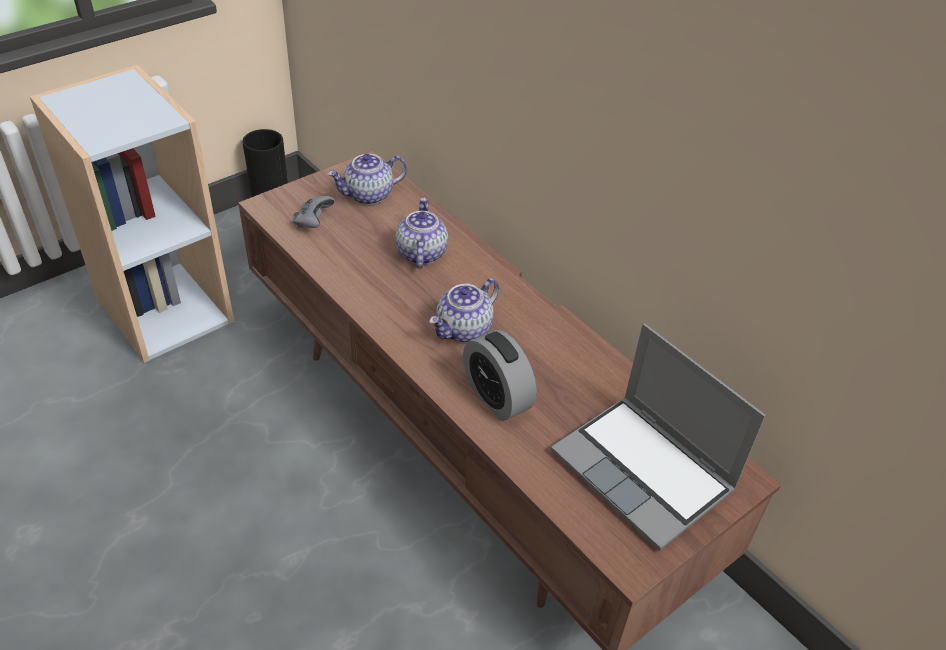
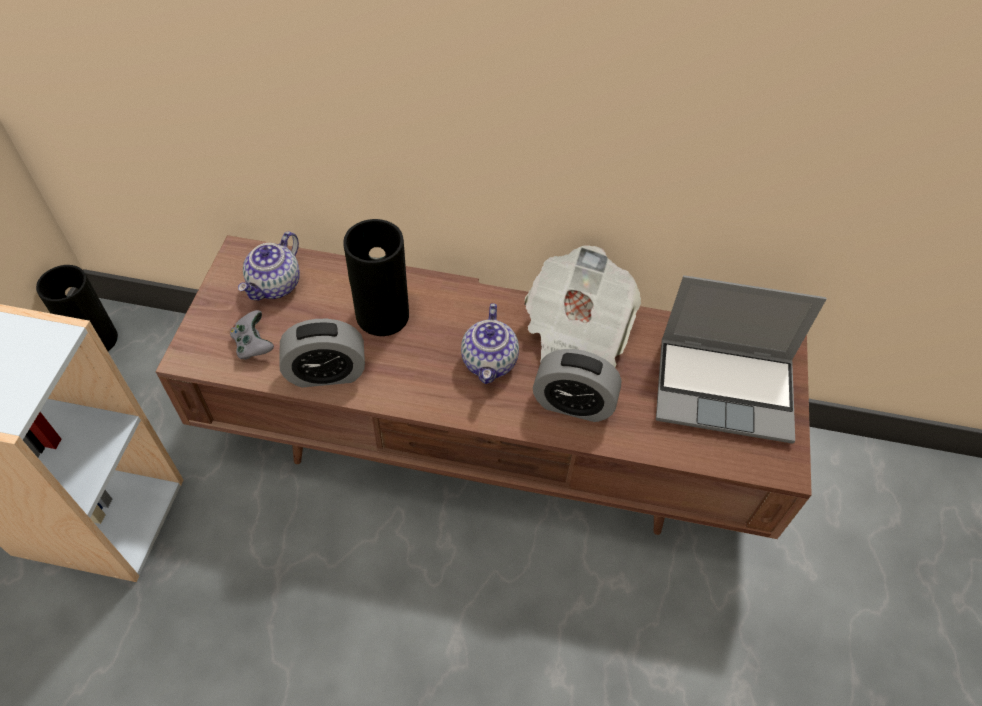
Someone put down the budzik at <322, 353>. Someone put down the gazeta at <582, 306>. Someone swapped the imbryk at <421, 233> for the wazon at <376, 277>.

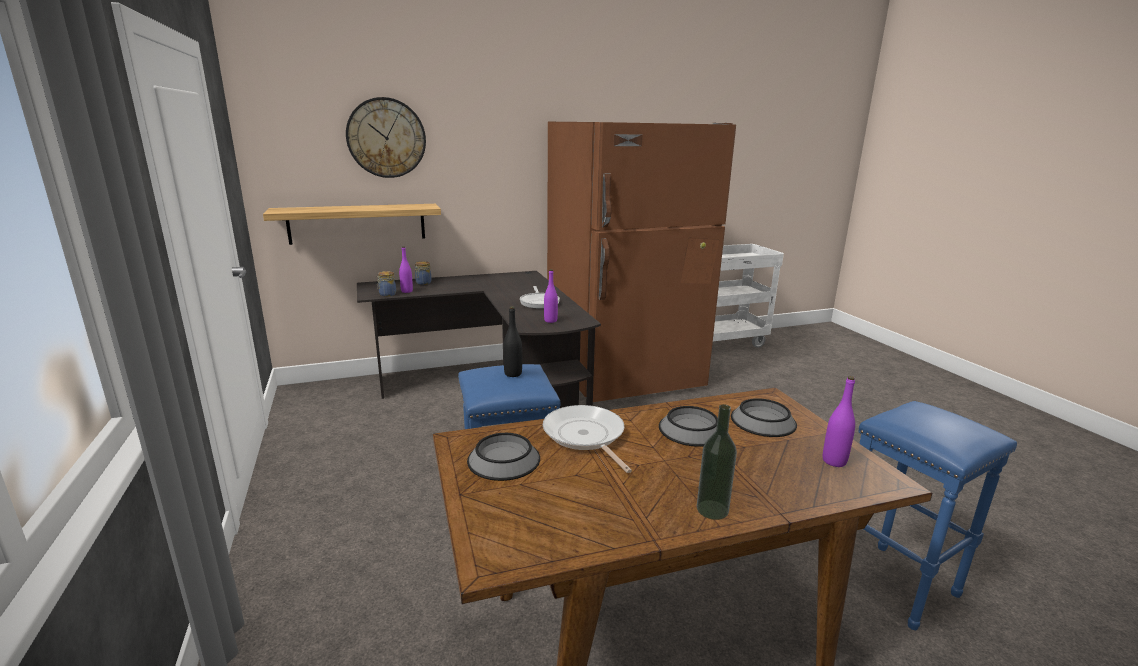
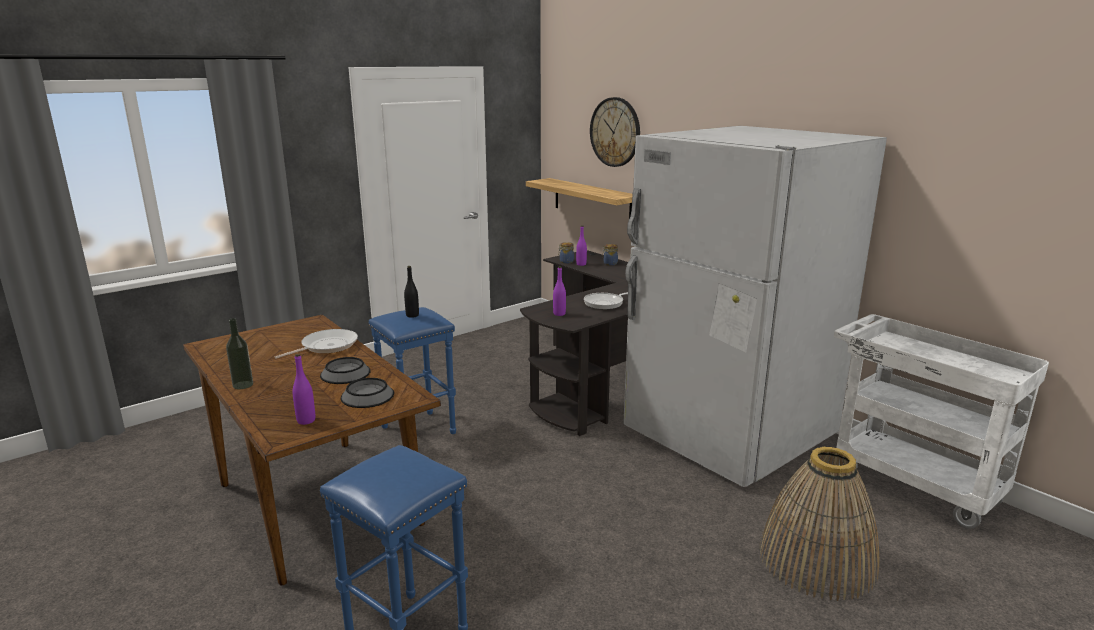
Someone took away the miska at <503, 457>. Someone put down the koszyk at <819, 524>. Someone repainted the lodówka [brązowy] at <641, 262>, which became the lodówka [biały] at <755, 306>.

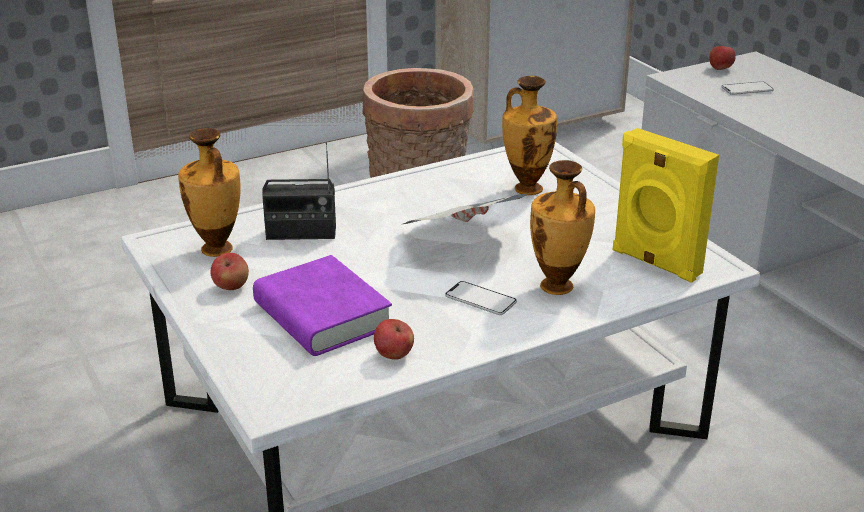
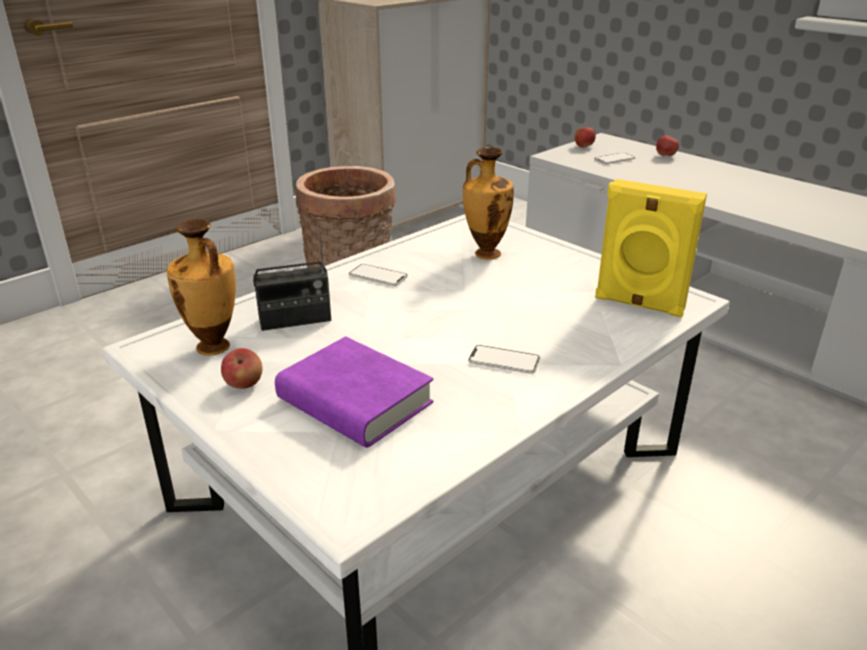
Someone took away the gazeta at <465, 209>. Someone took away the wazon at <562, 227>. Someone put down the telefon at <378, 275>. Someone carried the jabłko from <394, 339> to <667, 145>.

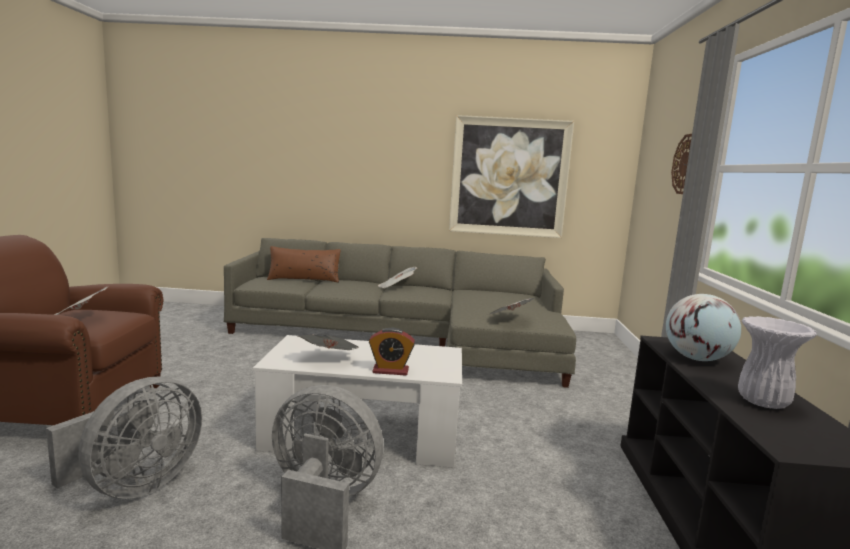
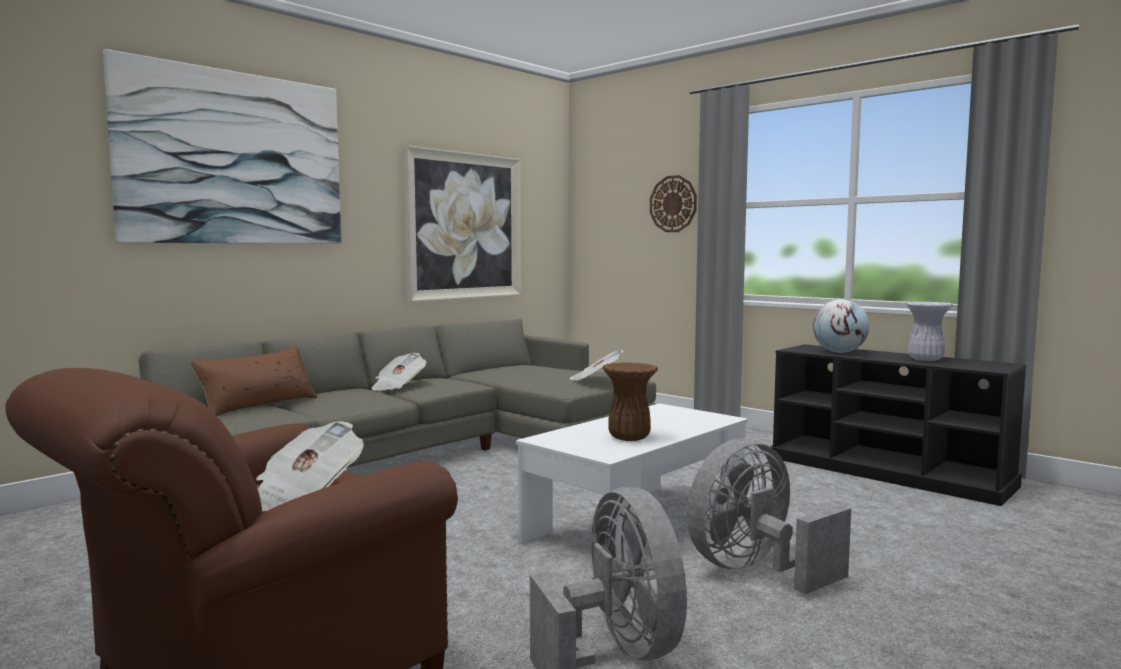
Someone took away the budzik at <392, 351>. Someone put up the obraz at <222, 146>. Someone swapped the gazeta at <328, 342> for the wazon [brązowy] at <630, 401>.

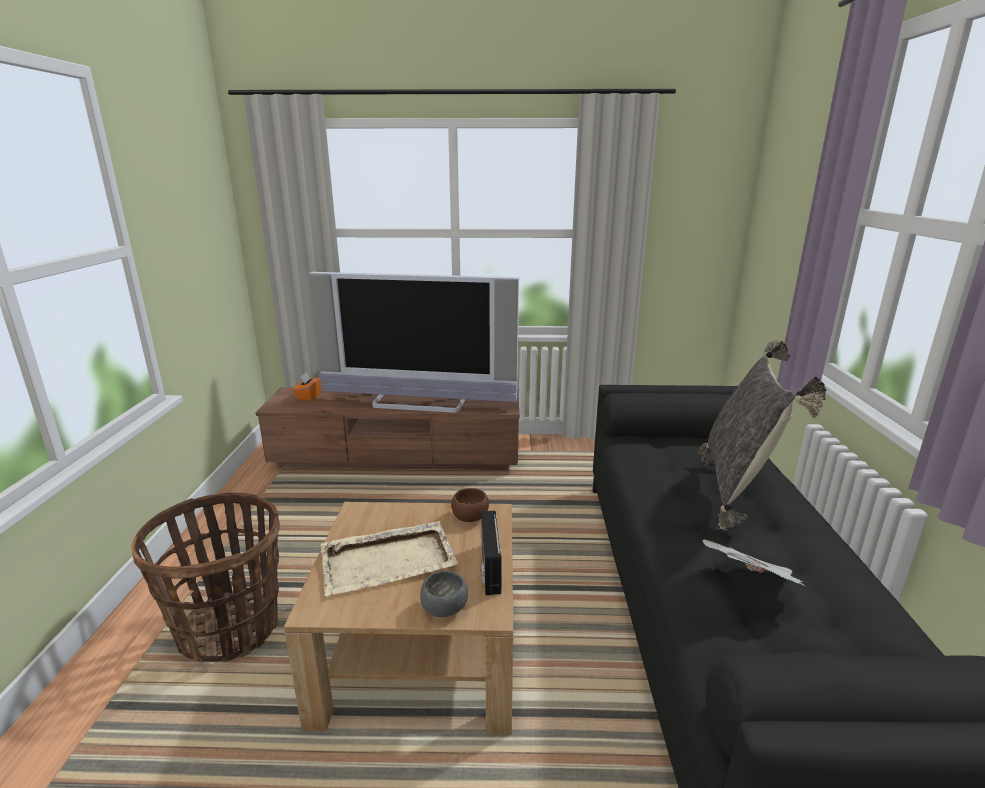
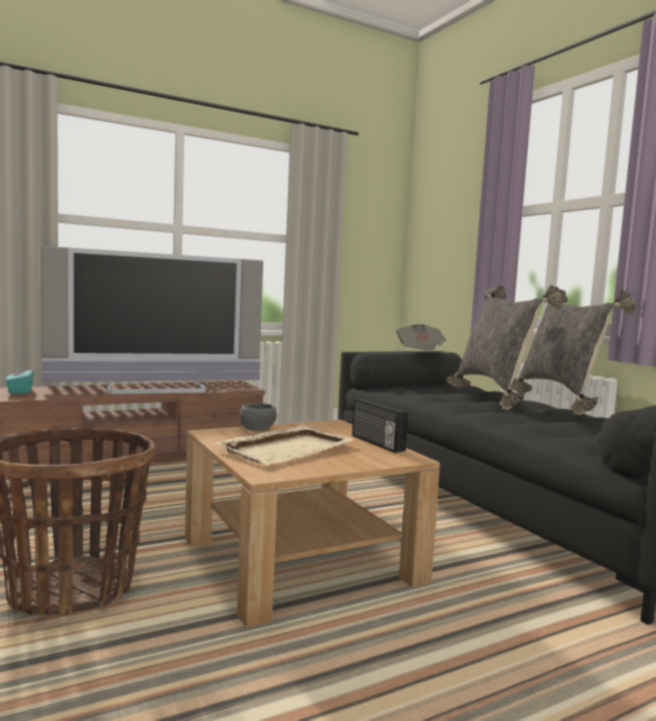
Someone took away the miska [brązowy] at <470, 505>. Someone put down the poduszka at <573, 352>. Someone carried the miska [szary] from <444, 594> to <258, 417>. Someone carried the gazeta from <754, 562> to <420, 337>. Someone repainted the pudełko chusteczek [pomarańczowy] at <307, 386>, which became the pudełko chusteczek [turkusowy] at <20, 379>.

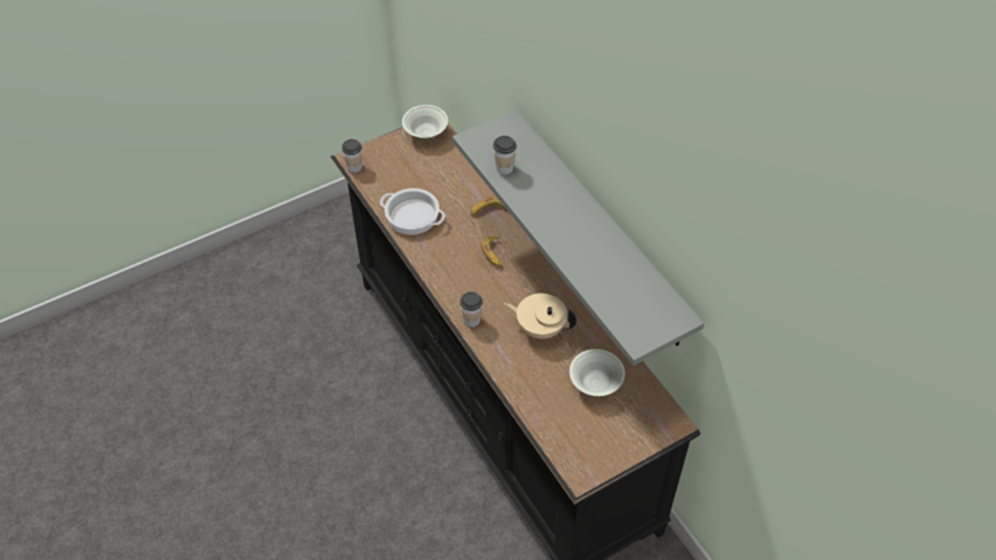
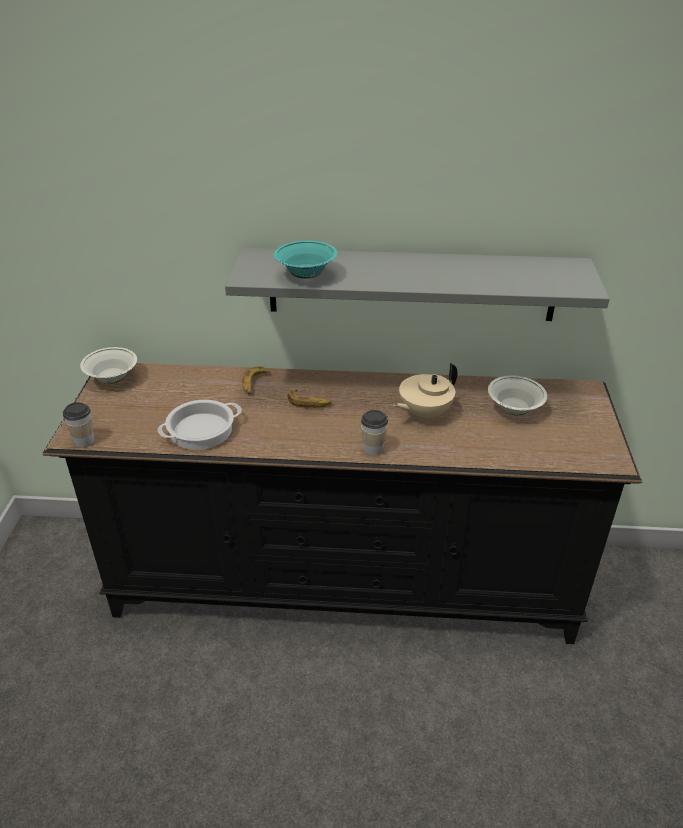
Someone swapped the filiżanka at <505, 155> for the miska [turkusowy] at <305, 260>.

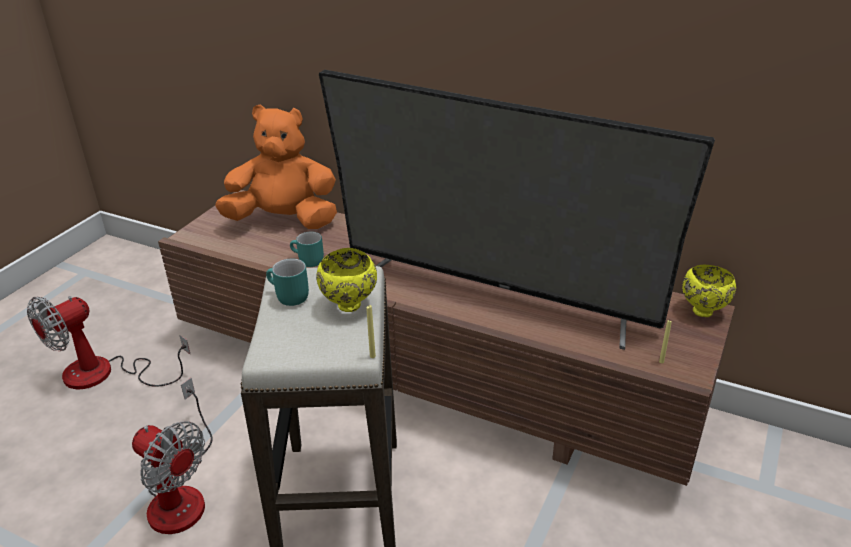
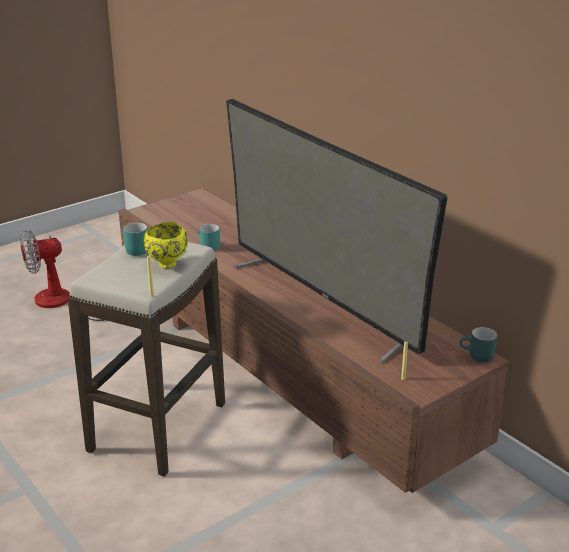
Someone took away the wentylator at <172, 456>. Someone took away the pluszak [pomarańczowy] at <276, 166>. Someone swapped the miska [żółty] at <709, 291> for the kubek [turkusowy] at <478, 345>.

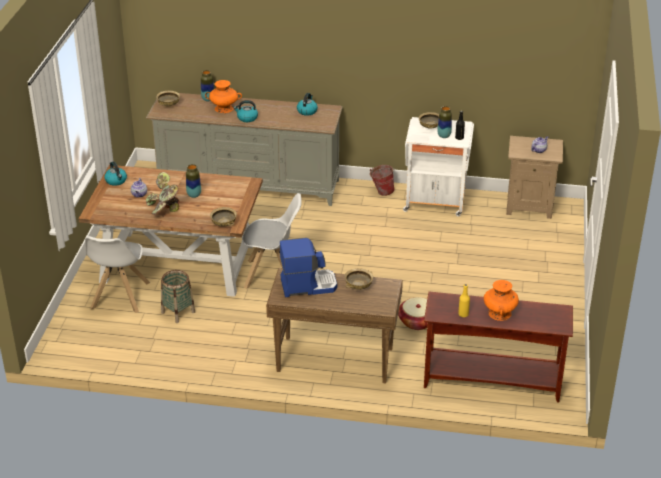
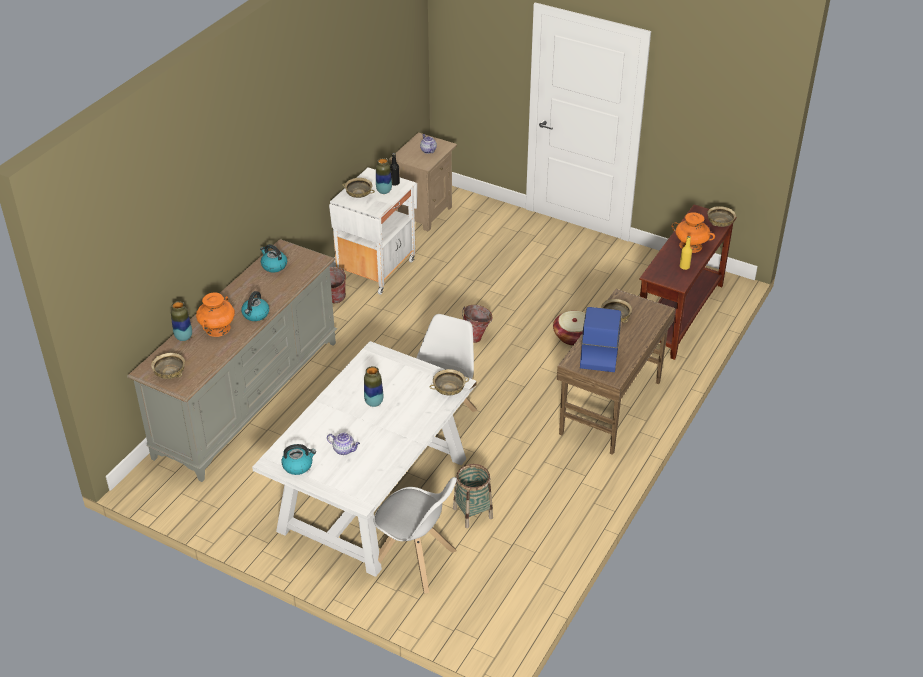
Someone took away the roślina doniczkowa at <163, 193>. Someone put down the wiadro at <477, 324>. Someone put down the miska [beżowy] at <721, 216>. Someone repainted the stół jadalny [brązowy] at <171, 231>, which became the stół jadalny [biały] at <364, 459>.

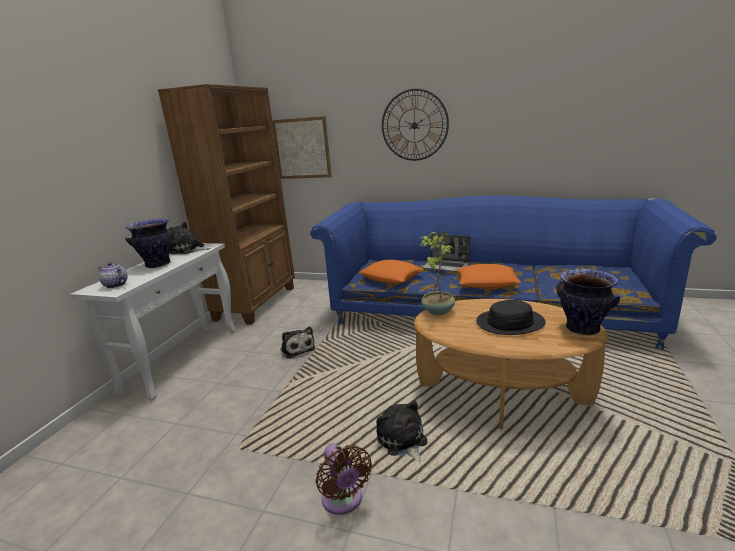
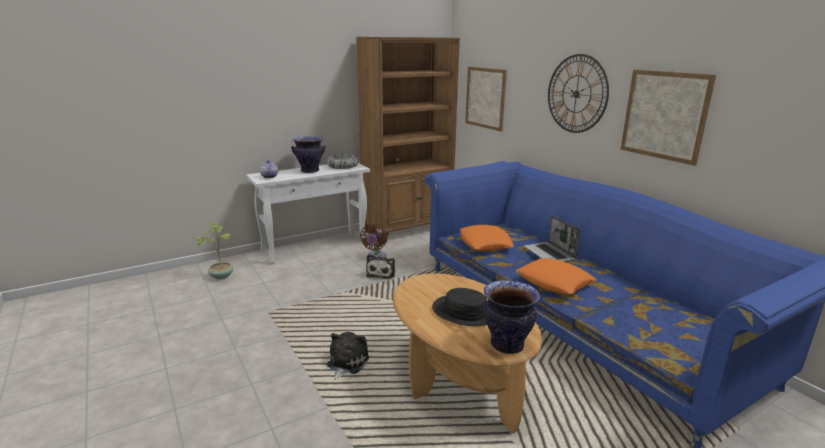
Someone put up the obraz at <668, 117>. Someone carried the wentylator [brązowy] from <344, 479> to <373, 241>. Someone carried the roślina doniczkowa from <437, 273> to <213, 250>. Someone swapped the pluszak at <190, 238> for the miska at <343, 161>.

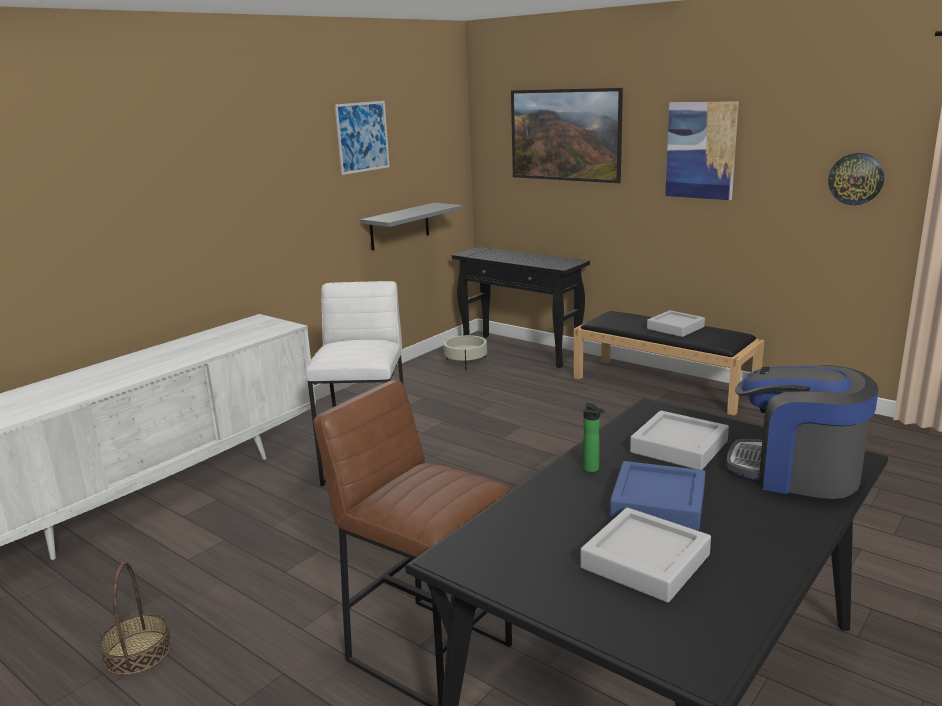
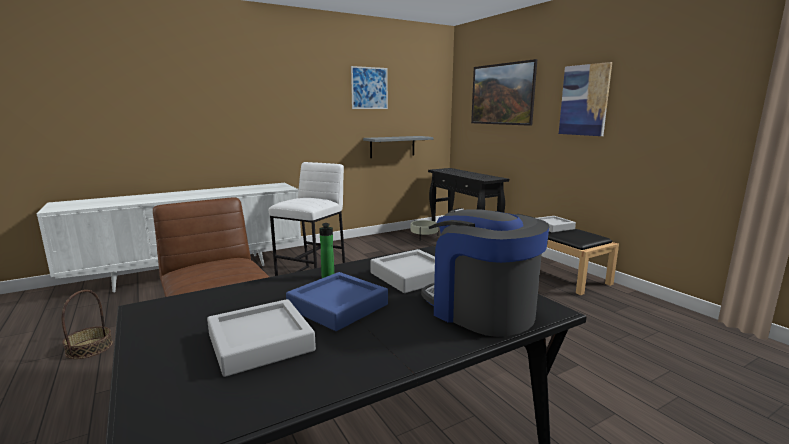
Someone took away the zegar ścienny at <856, 179>.

